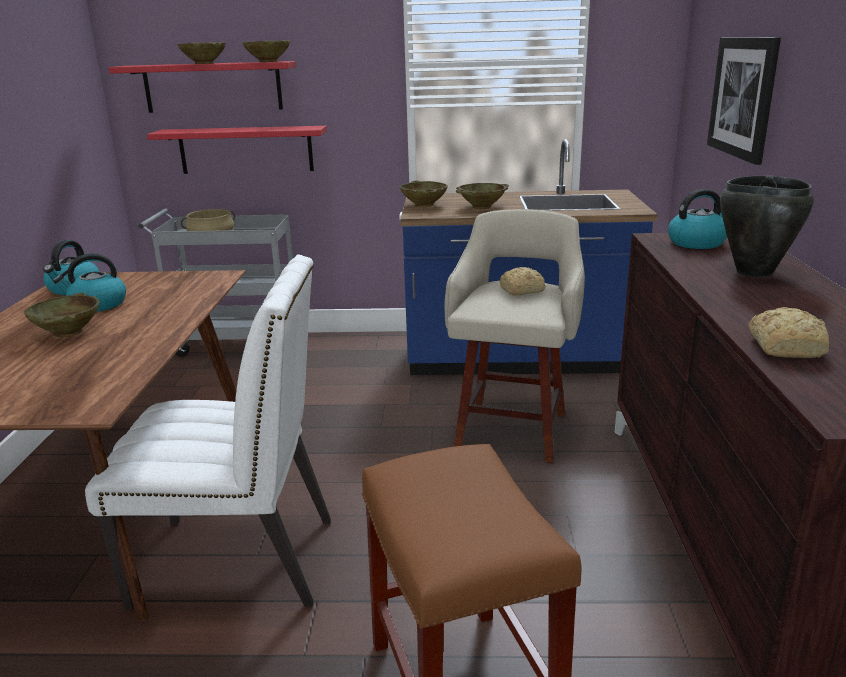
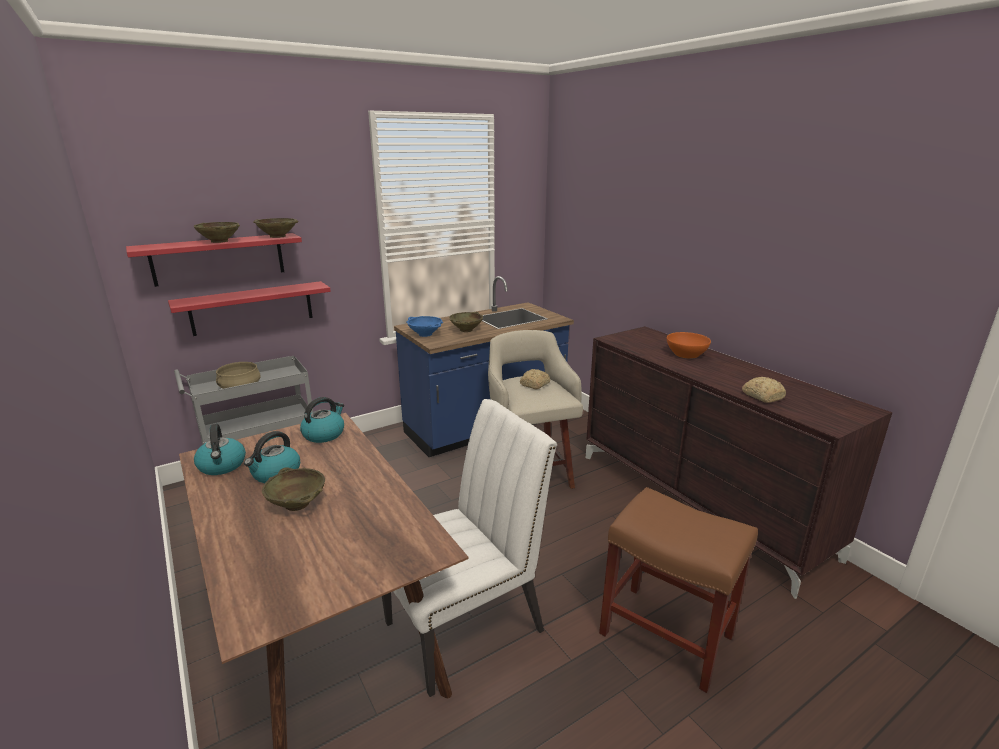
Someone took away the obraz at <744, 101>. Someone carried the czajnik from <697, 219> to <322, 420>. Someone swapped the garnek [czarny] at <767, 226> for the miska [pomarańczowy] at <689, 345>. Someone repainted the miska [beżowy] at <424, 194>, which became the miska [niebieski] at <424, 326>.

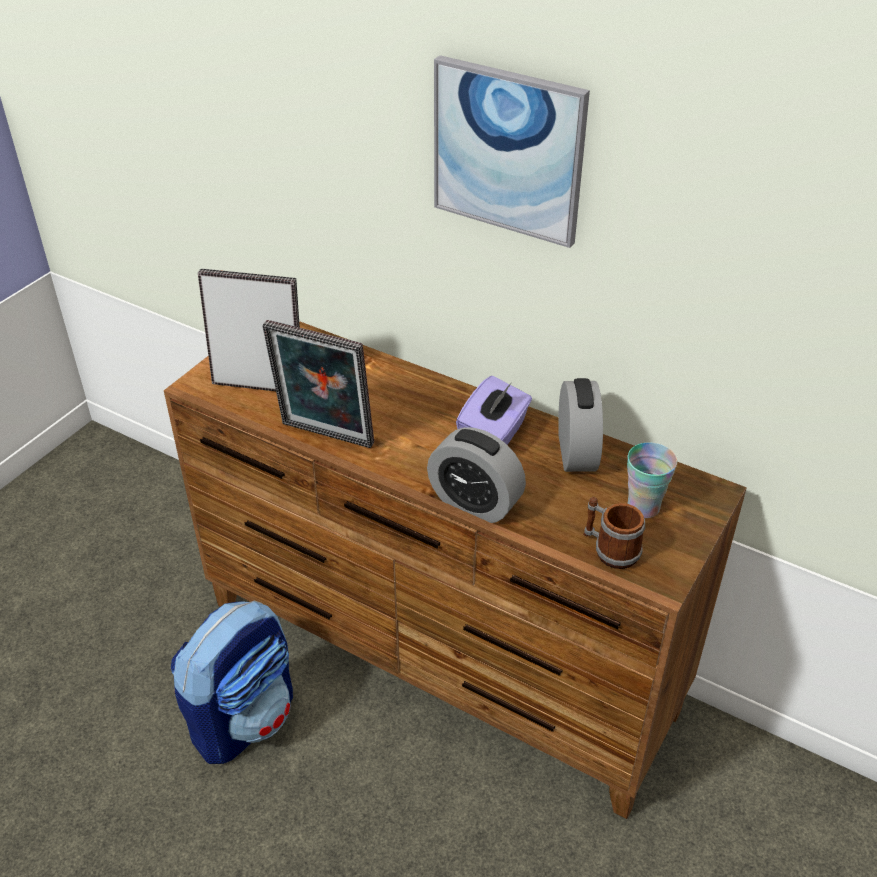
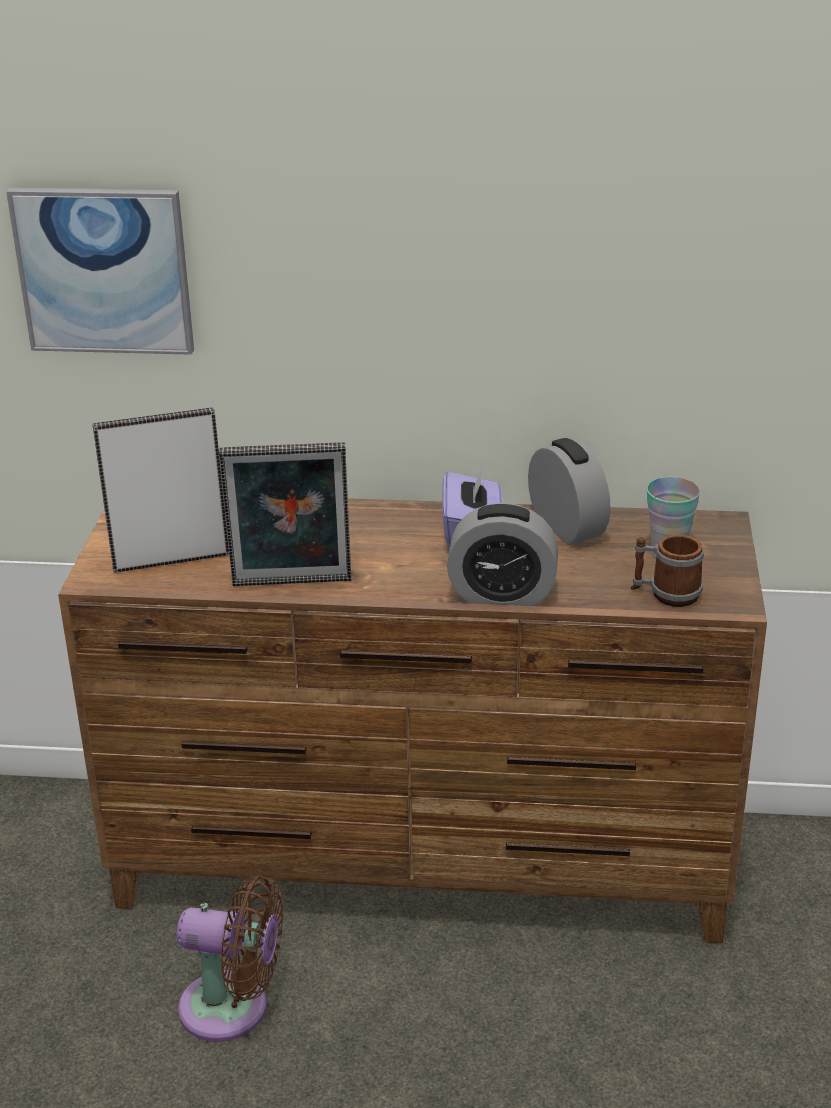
Someone carried the obraz from <512, 151> to <100, 271>. Someone swapped the plecak at <232, 682> for the wentylator [brązowy] at <230, 958>.

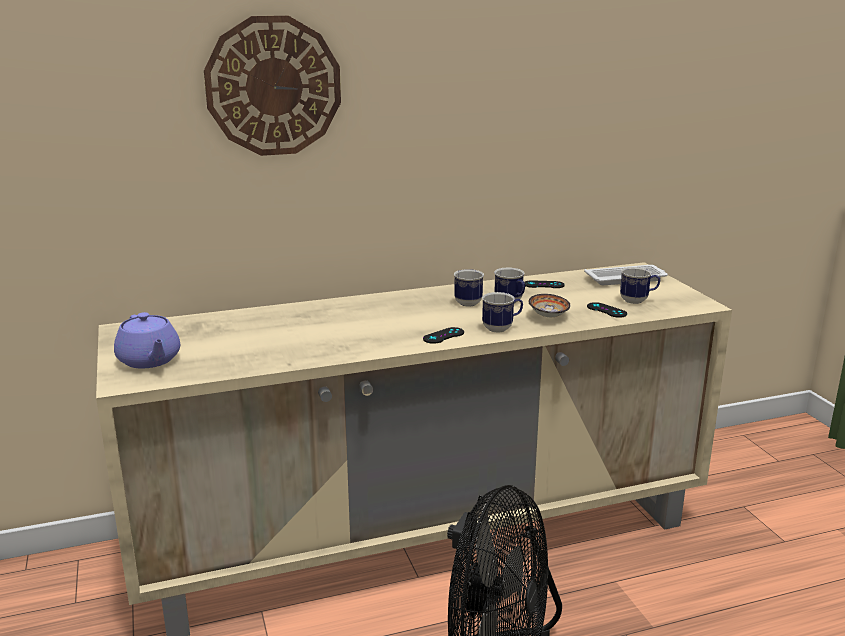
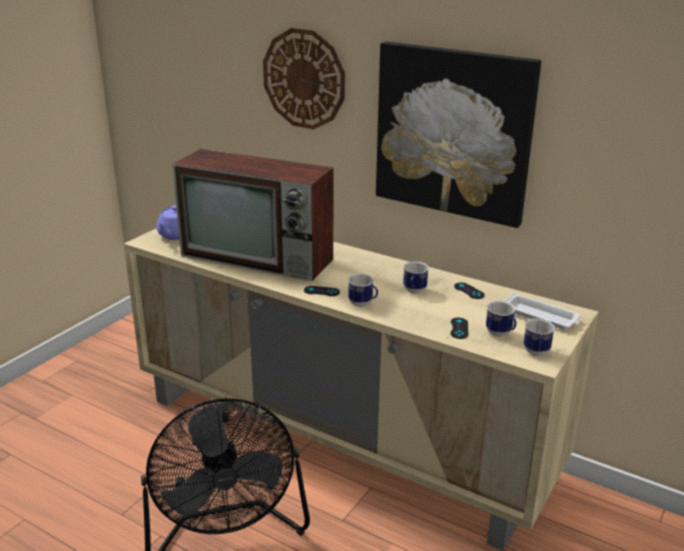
Someone took away the miska at <549, 305>. Someone put down the telewizor at <253, 215>. Someone put up the obraz at <458, 135>. Someone carried the kubek from <469, 288> to <539, 337>.

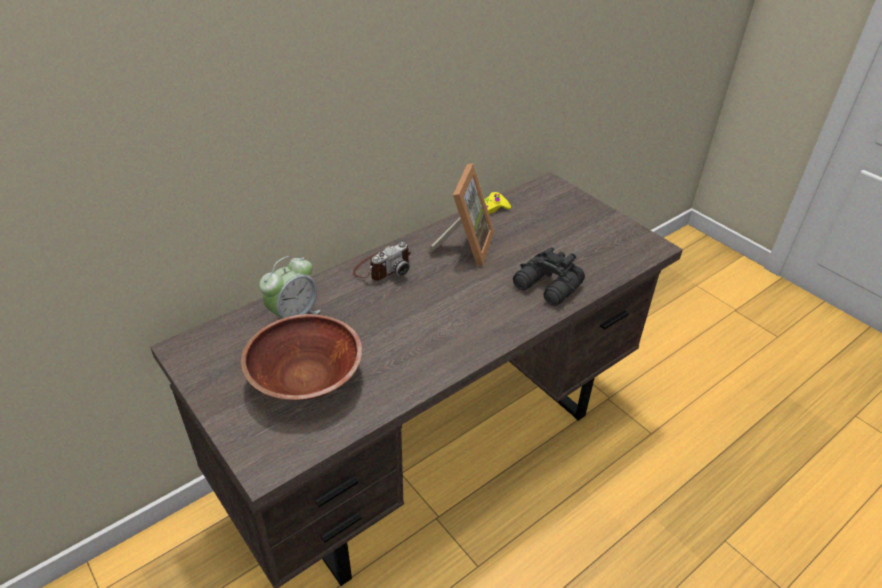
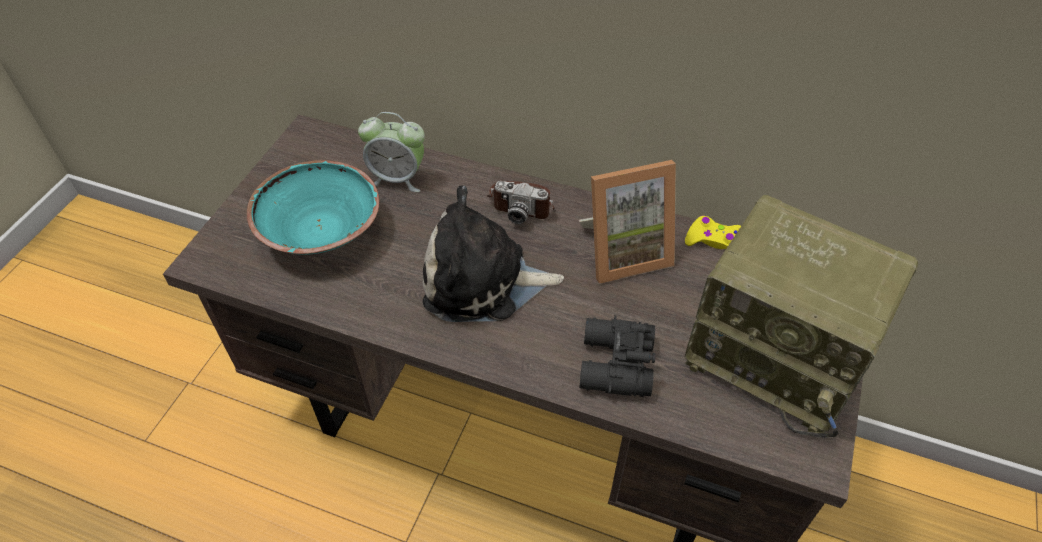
Someone put down the pluszak at <493, 253>. Someone put down the radio at <801, 316>. Someone repainted the miska [brązowy] at <301, 357>, which became the miska [turkusowy] at <313, 207>.

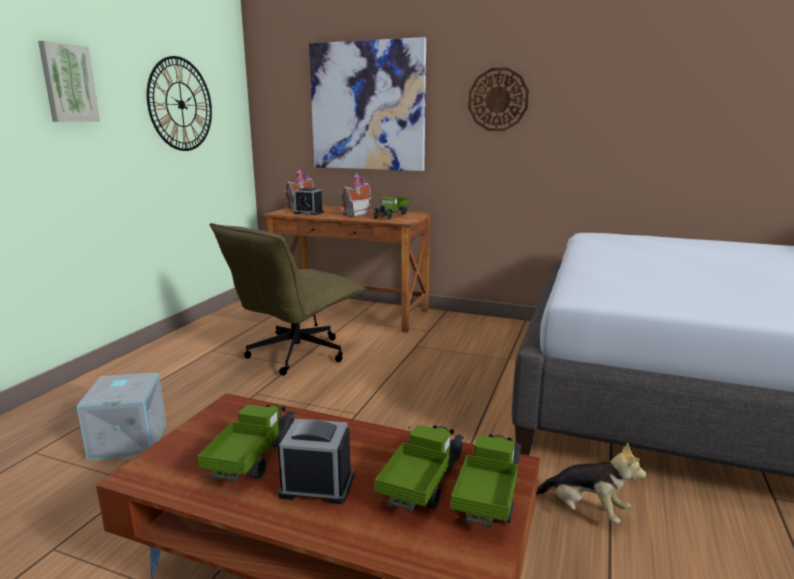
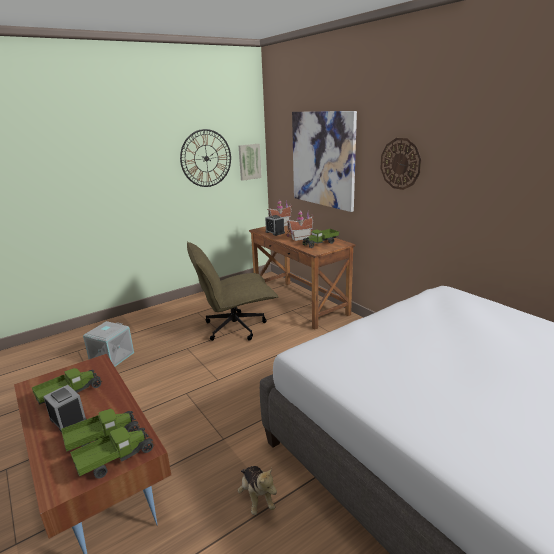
Someone carried the obraz from <69, 81> to <250, 162>.

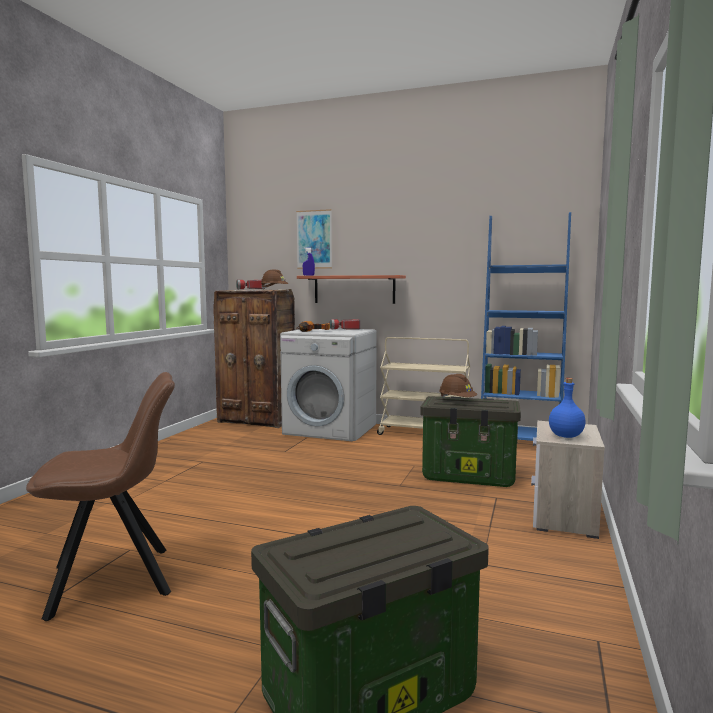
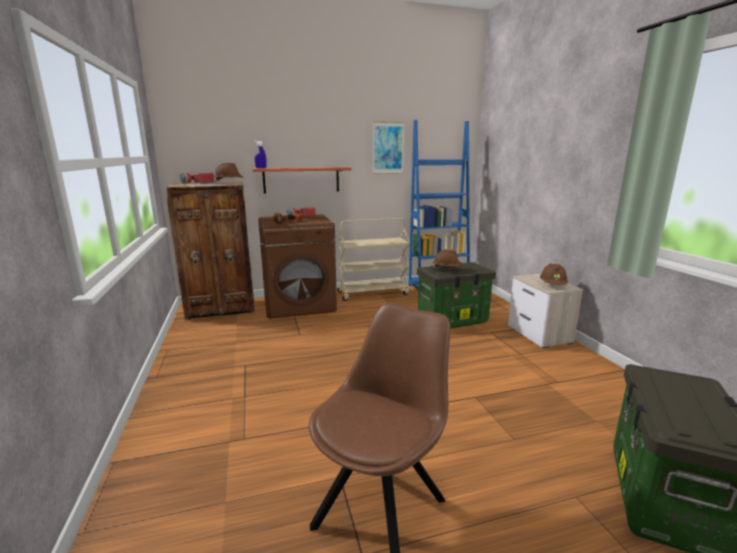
Someone carried the obraz from <314, 239> to <388, 148>. Someone swapped the butelka [niebieski] at <567, 408> for the kask [brązowy] at <554, 274>. Someone repainted the pralka [biały] at <328, 384>, which became the pralka [brązowy] at <297, 266>.

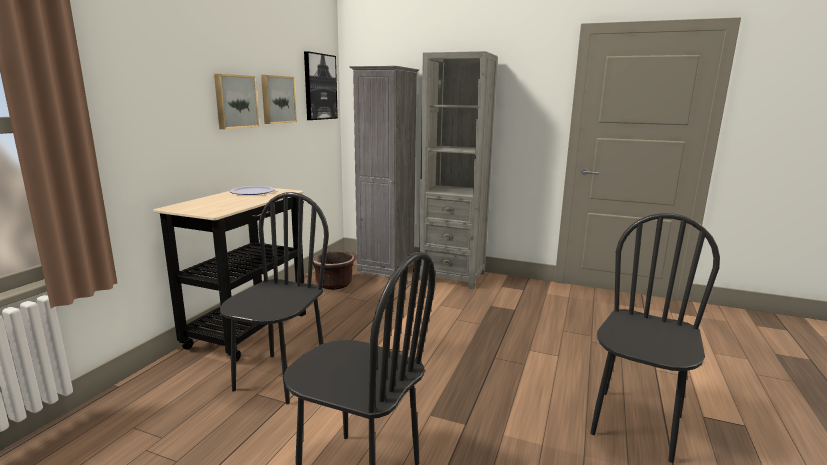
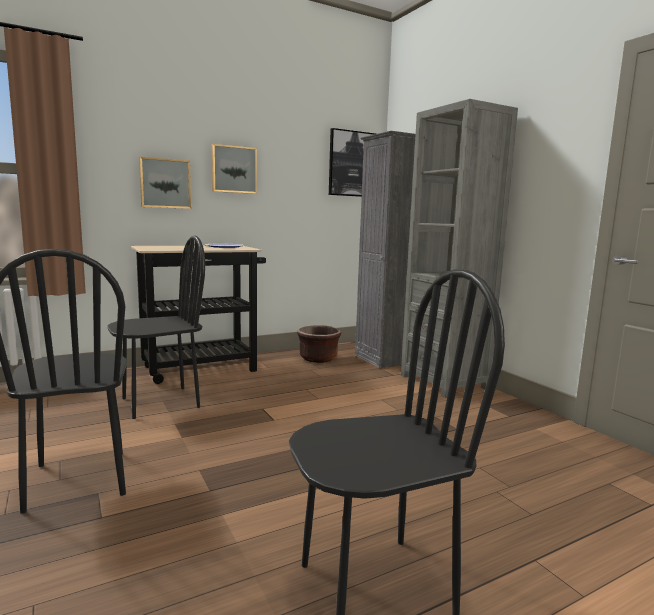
Someone carried the obraz from <279, 99> to <165, 183>.

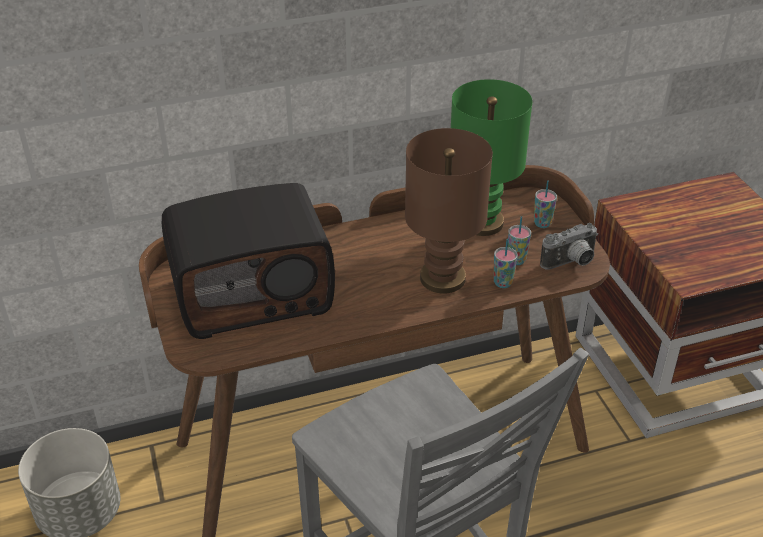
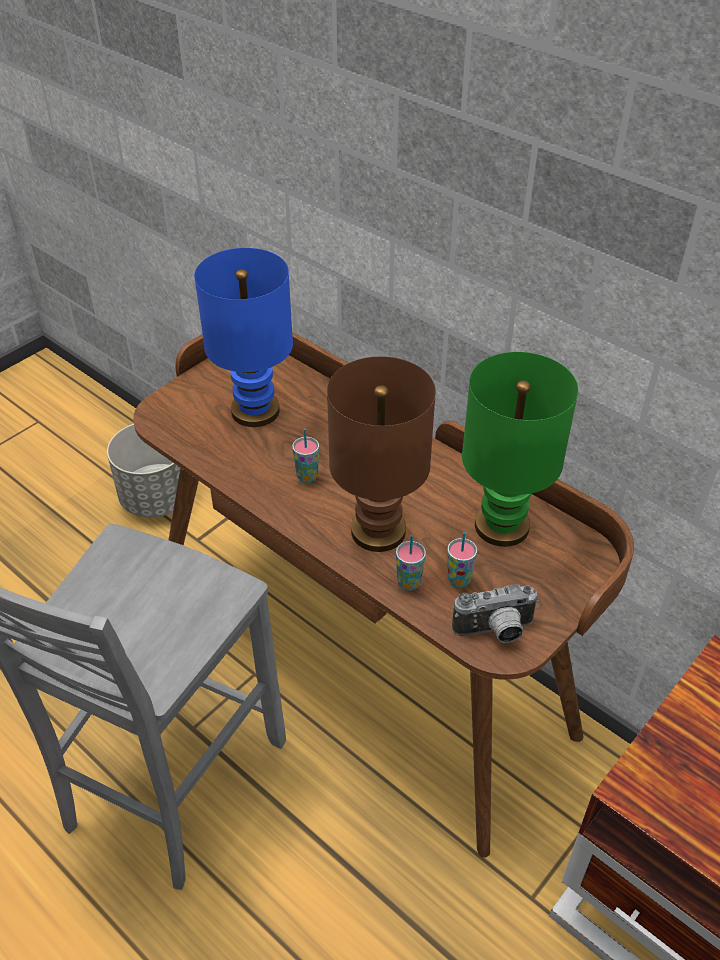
Someone carried the filiżanka from <545, 204> to <305, 456>. Someone swapped the radio at <248, 261> for the lampa stołowa [niebieski] at <243, 337>. Someone rotated the aparat fotograficzny at <569, 246> by 45 degrees counterclockwise.

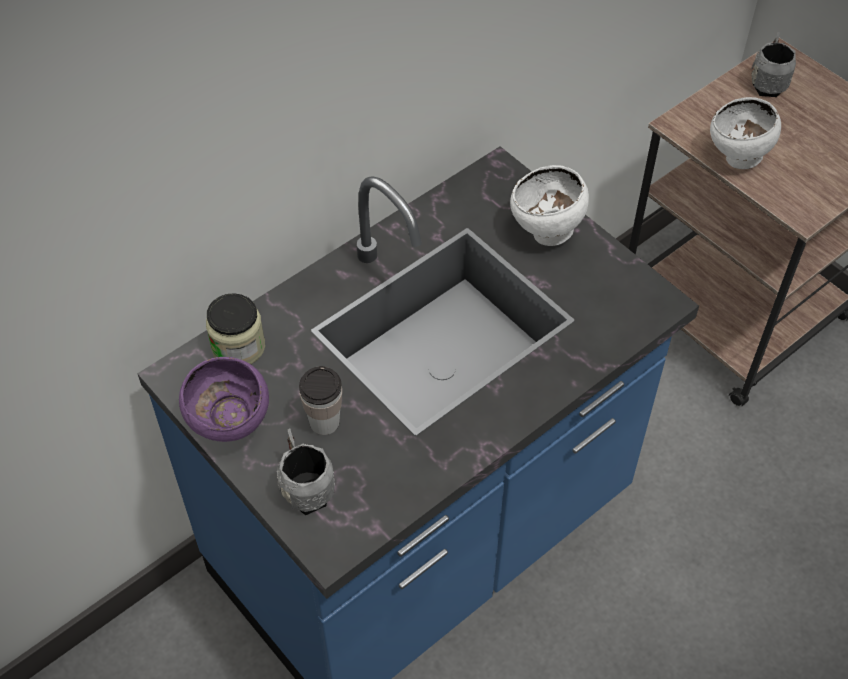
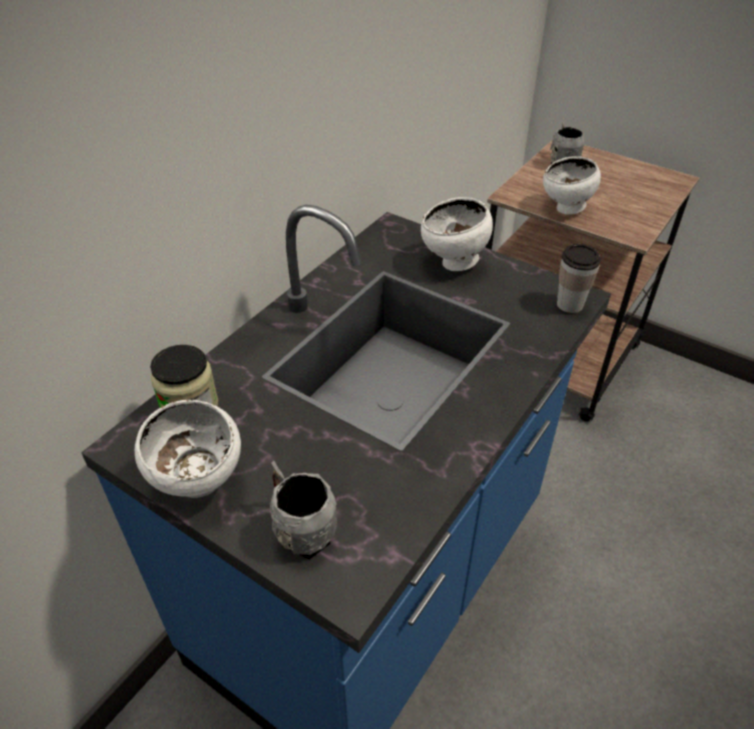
Someone carried the filiżanka from <320, 400> to <579, 278>. Someone repainted the miska [fioletowy] at <224, 399>, which became the miska [biały] at <188, 449>.

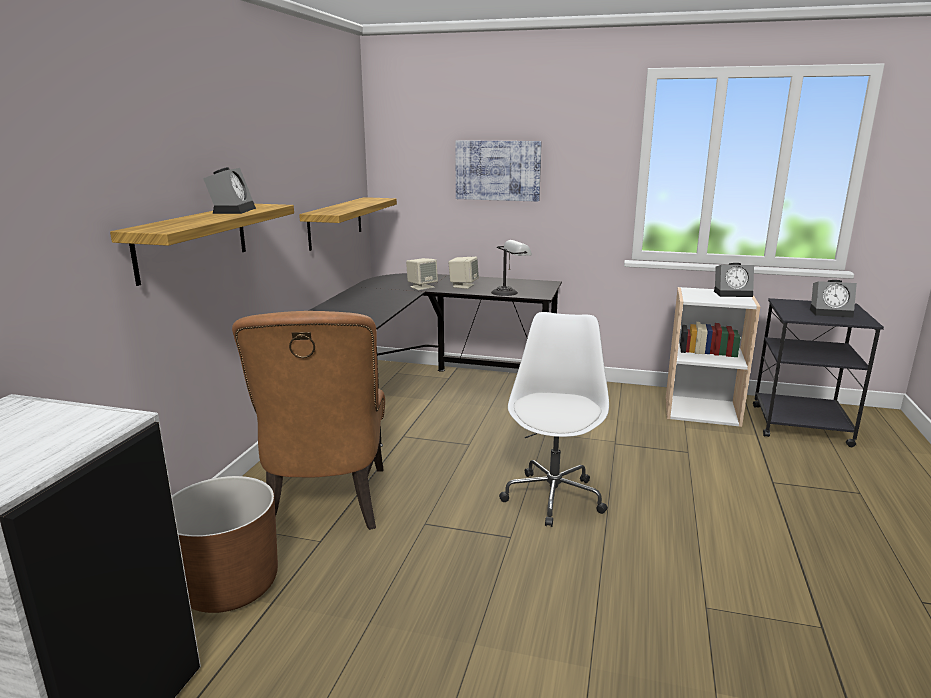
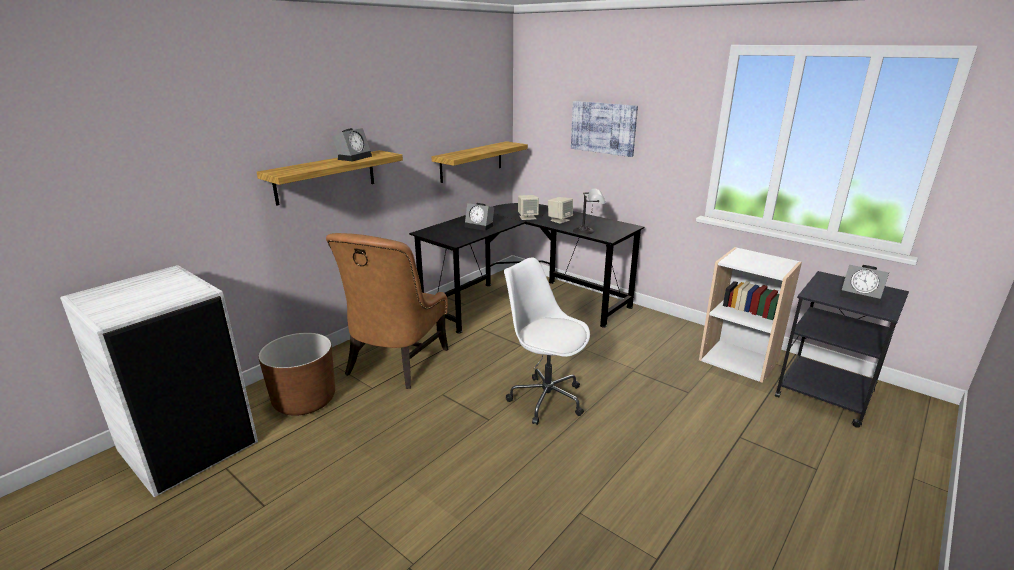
Someone carried the budzik from <734, 280> to <479, 217>. Someone rotated the krzesło biurowe [biały] at <554, 419> by 90 degrees counterclockwise.

